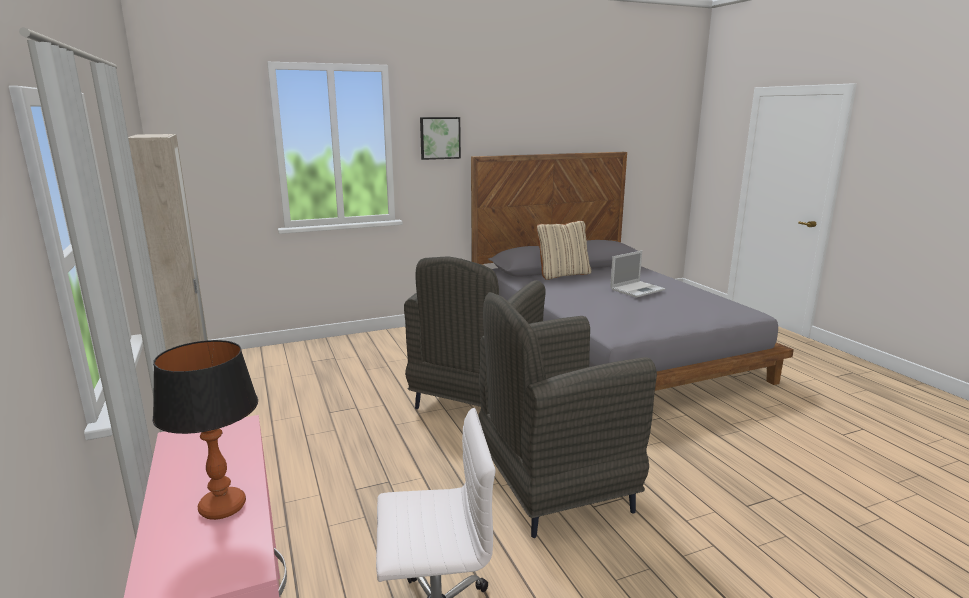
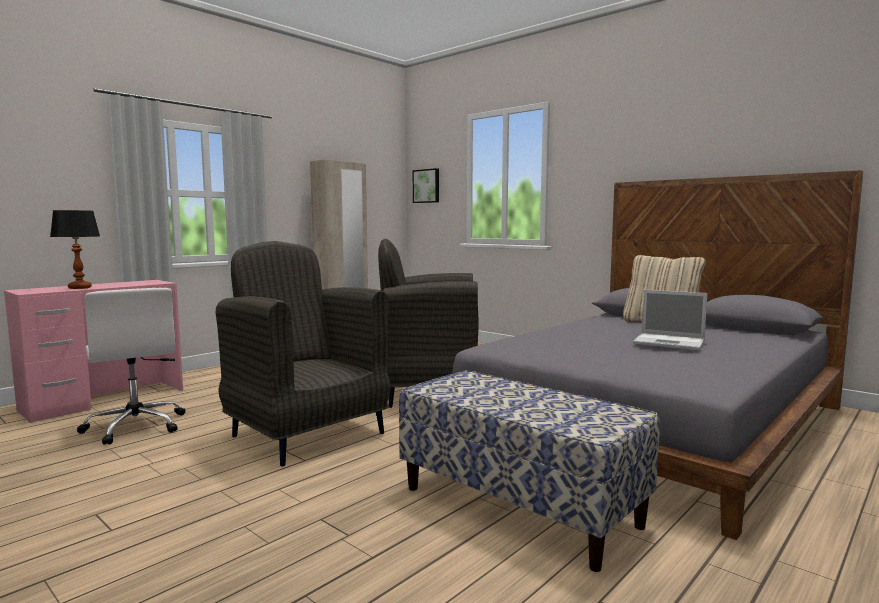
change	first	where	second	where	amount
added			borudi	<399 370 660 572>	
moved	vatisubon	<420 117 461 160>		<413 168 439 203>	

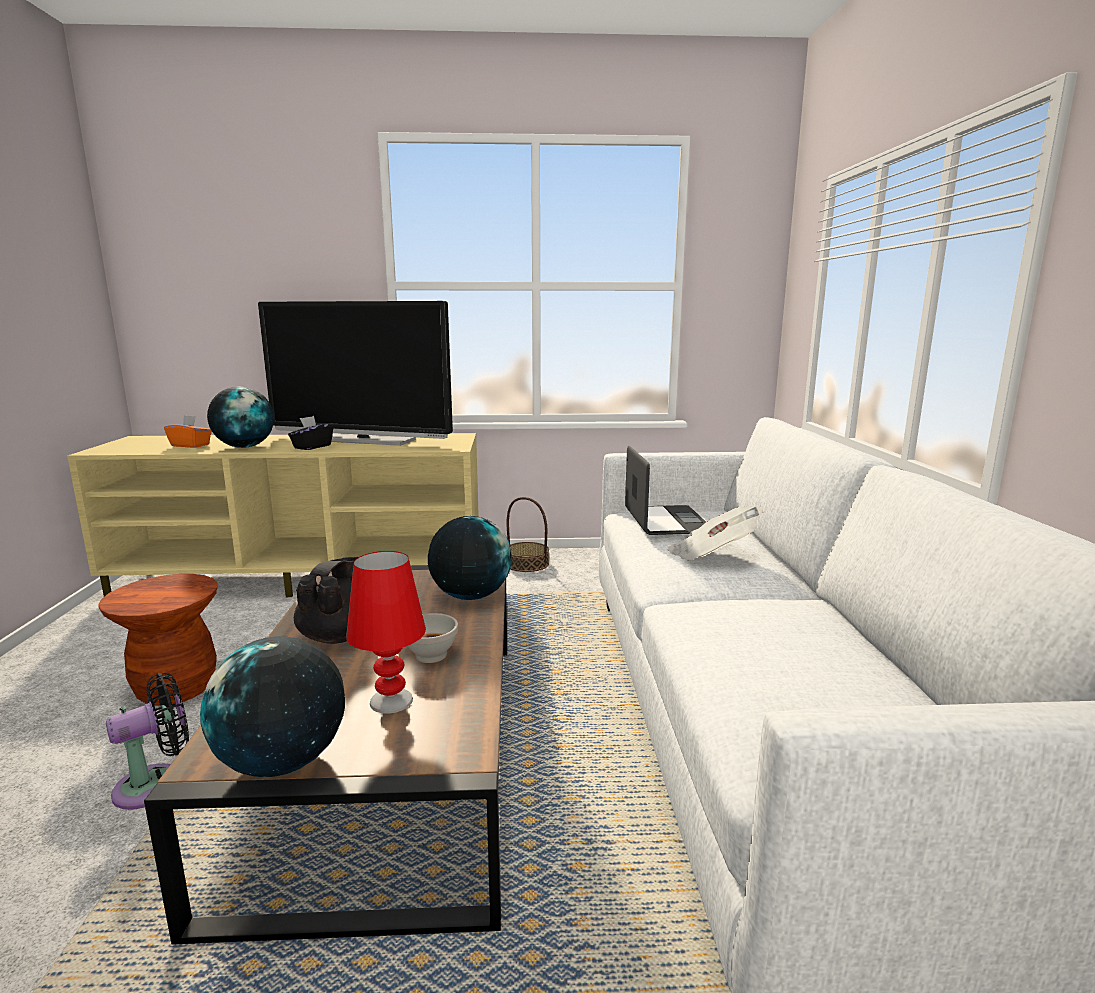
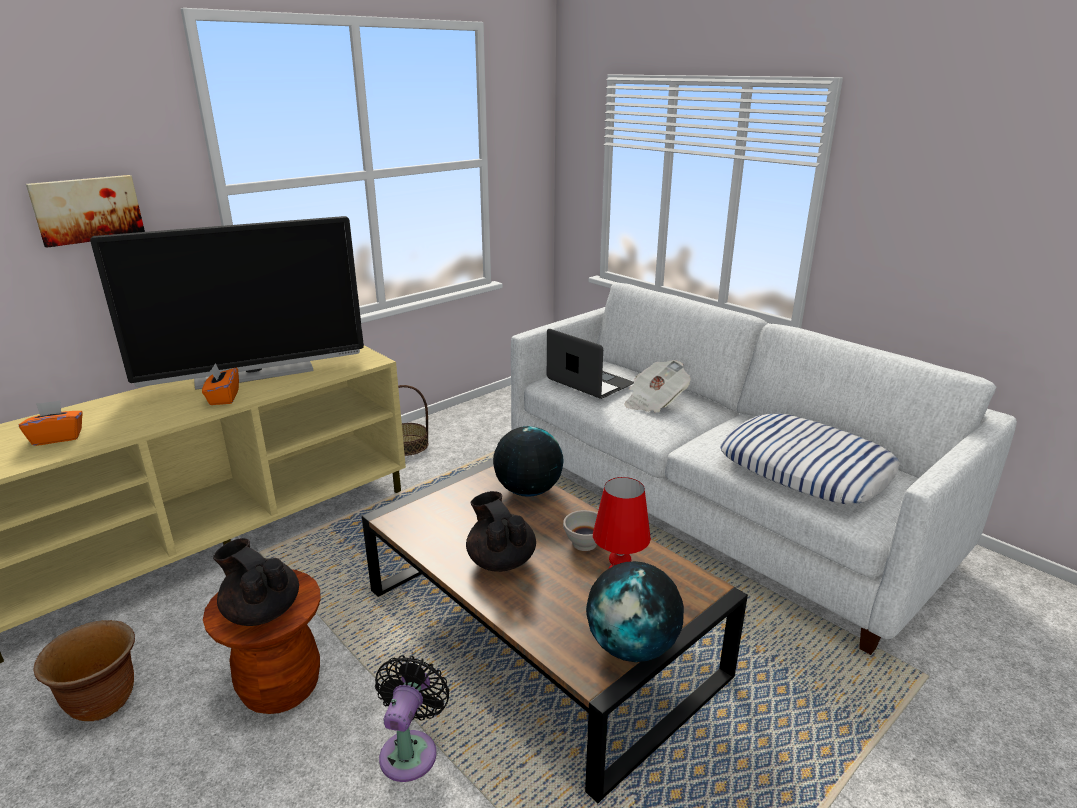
change	first	where	second	where	amount
removed	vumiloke	<207 386 274 448>			
added			vatisubon	<26 175 145 248>	
added			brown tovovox	<33 620 135 721>	
added			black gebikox	<213 538 299 626>	
added			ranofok	<720 413 900 504>	
recoloured	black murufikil	<288 416 333 450>	orange murufikil	<202 363 239 405>	

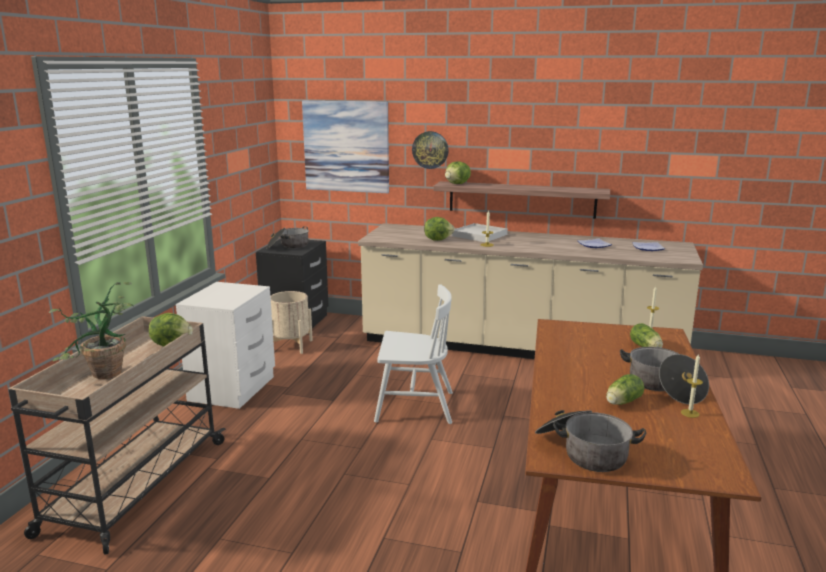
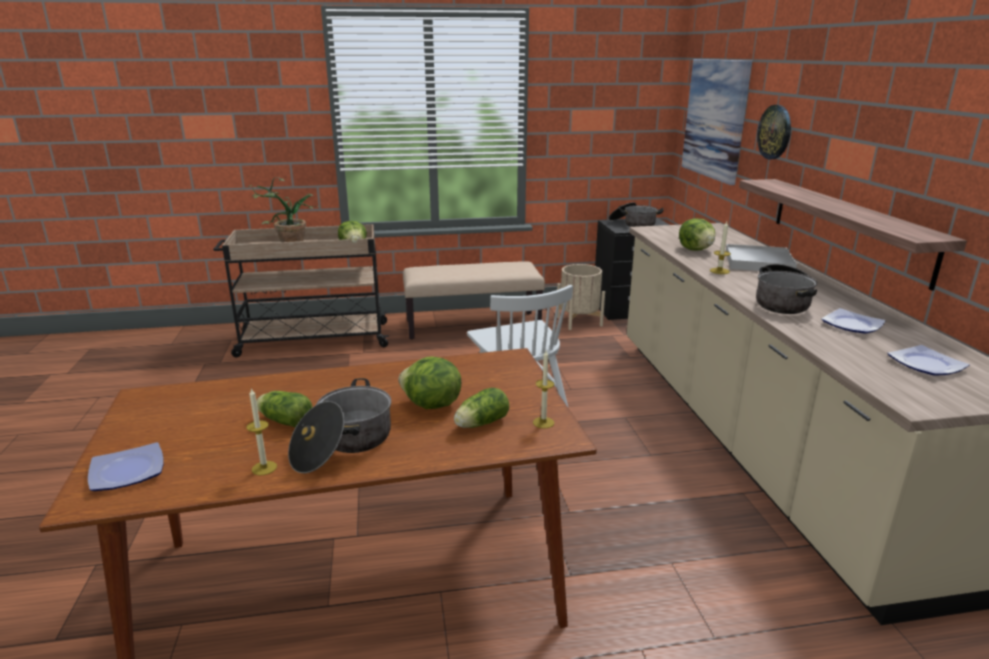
change	first	where	second	where	amount
added			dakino	<88 442 164 491>	
moved	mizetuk	<445 161 471 184>		<398 357 461 409>	
moved	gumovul	<535 410 646 472>		<756 264 817 314>	
replaced	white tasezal	<176 282 275 409>	beige borudi	<403 261 545 339>	

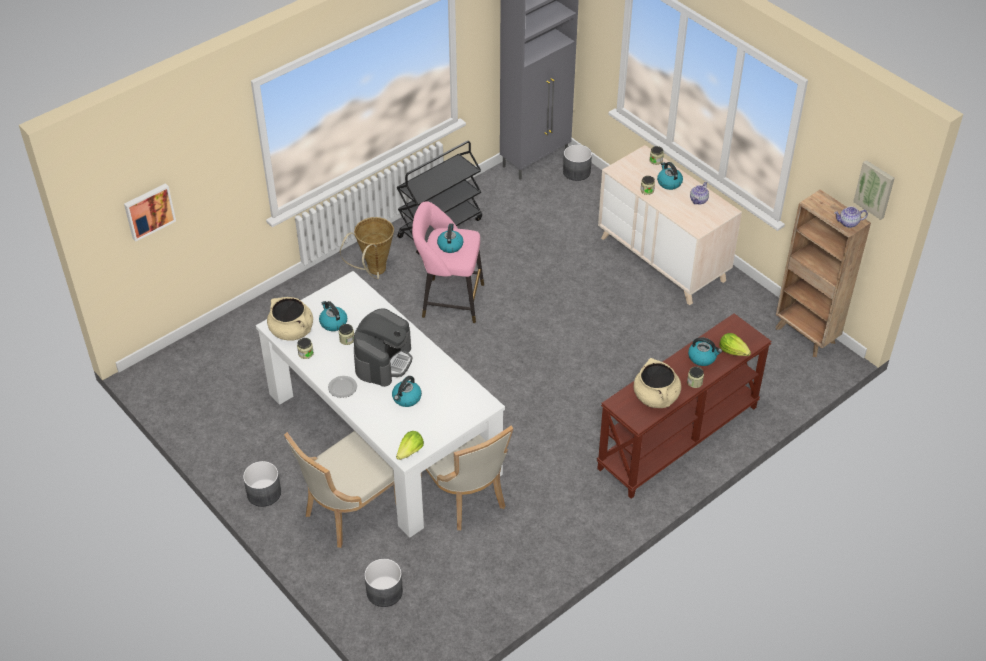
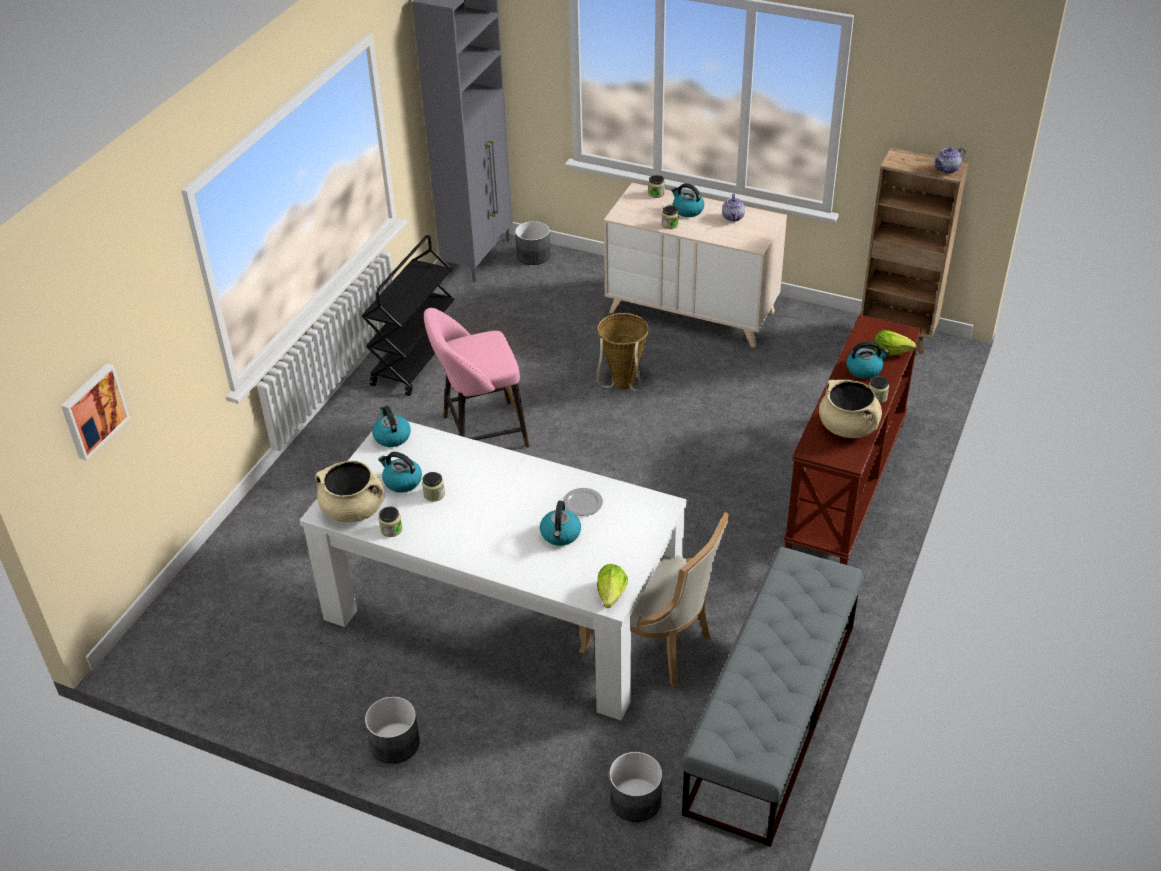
change	first	where	second	where	amount
removed	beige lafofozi	<284 431 396 548>			
removed	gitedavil	<354 308 412 387>			
removed	vatisubon	<853 160 895 220>			
added			grey borudi	<682 547 864 847>	
moved	dakino	<328 376 357 398>		<563 488 603 516>	
moved	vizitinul	<340 217 394 279>		<596 313 649 391>	
moved	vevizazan	<437 224 463 253>		<372 406 411 447>	

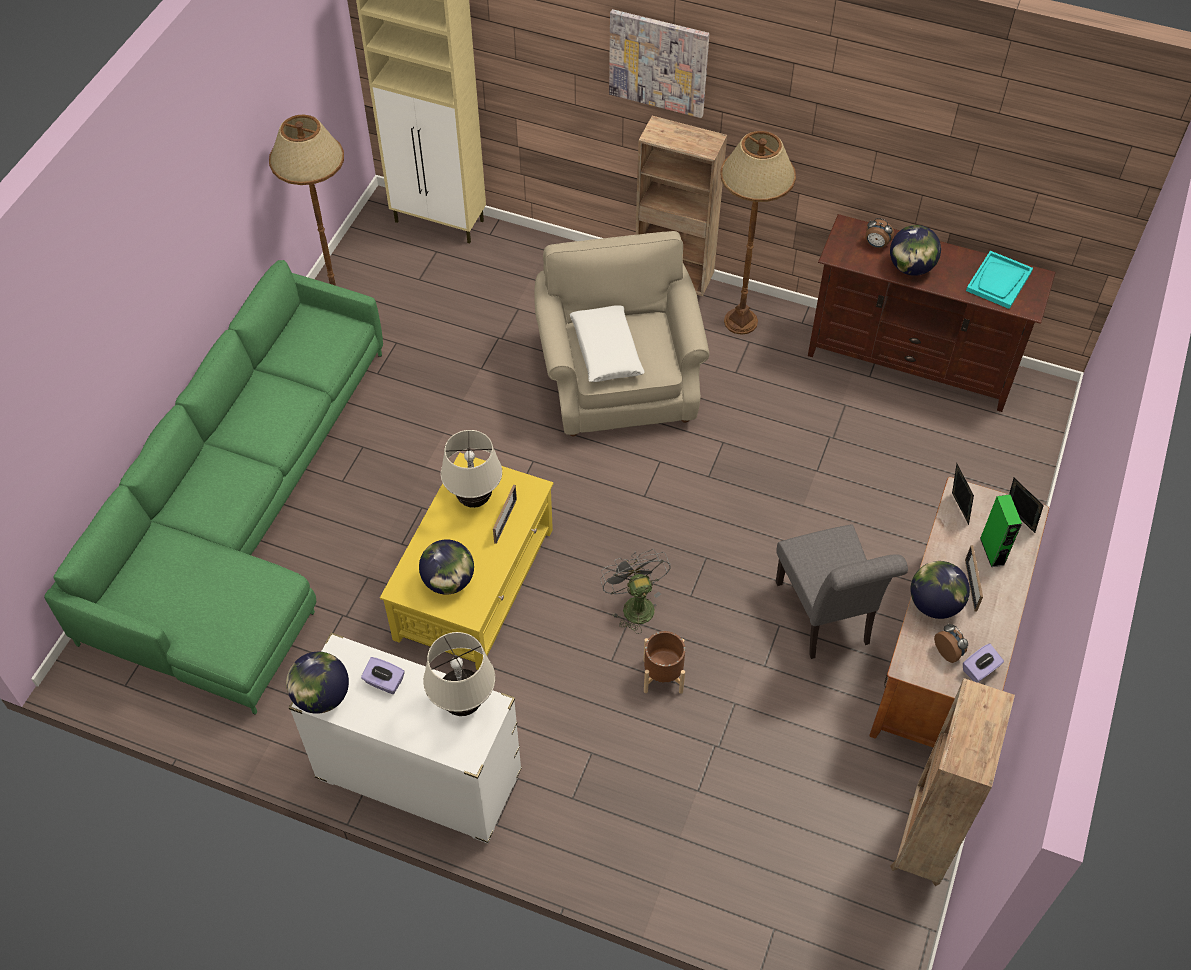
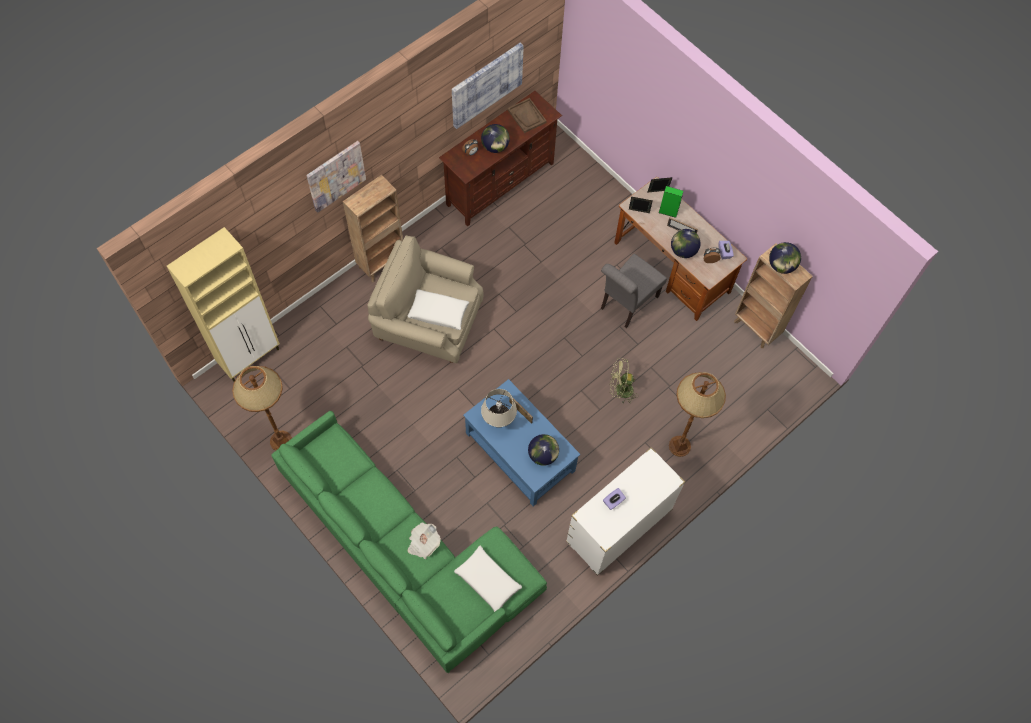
change	first	where	second	where	amount
removed	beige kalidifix	<423 632 495 716>			
removed	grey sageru	<600 549 671 634>			
added			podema	<408 522 441 559>	
added			vatisubon	<452 43 524 129>	
added			white ranofok	<454 546 522 612>	
moved	vumiloke	<286 652 349 714>		<769 242 801 274>	
moved	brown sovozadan	<720 131 796 335>		<669 372 726 457>	
replaced	brown tovovox	<643 631 685 694>	green sageru	<610 358 639 404>	
recoloured	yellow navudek	<380 452 553 670>	blue navudek	<463 379 580 507>	
recoloured	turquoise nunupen	<966 251 1033 309>	brown nunupen	<508 98 547 133>	
turned	grey lafofozi	<776 524 908 659>		<601 254 667 328>	120 degrees clockwise

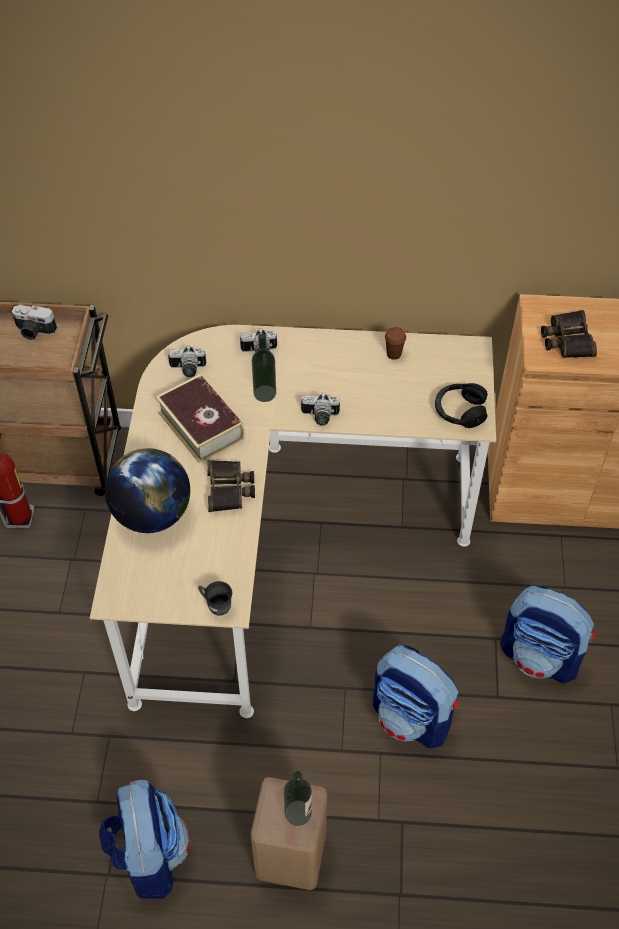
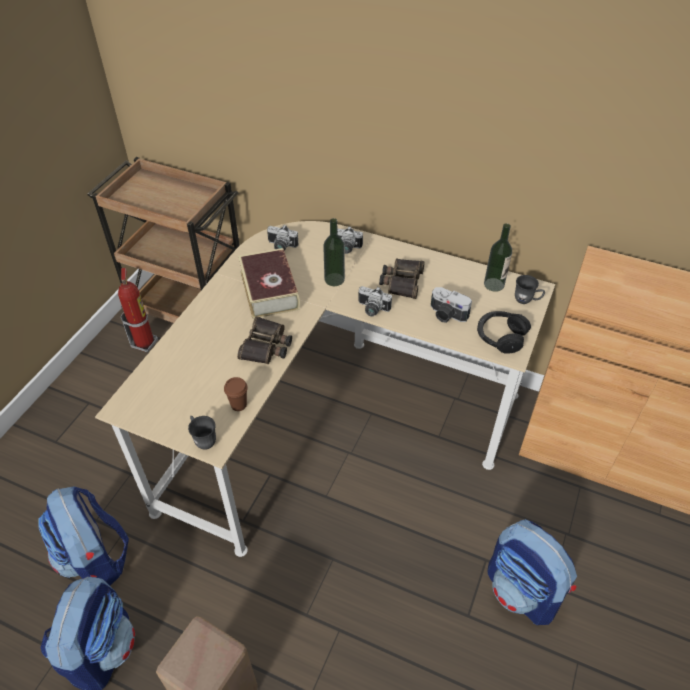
change	first	where	second	where	amount
removed	vumiloke	<105 448 190 533>			
added			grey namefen	<515 275 545 304>	
moved	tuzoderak	<11 305 57 340>		<431 287 472 323>	
moved	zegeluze	<284 771 312 826>		<484 223 512 292>	
moved	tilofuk	<373 645 459 749>		<38 486 129 585>	
moved	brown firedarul	<385 327 406 360>		<224 377 248 411>	
moved	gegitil	<541 310 597 358>		<379 258 425 299>	

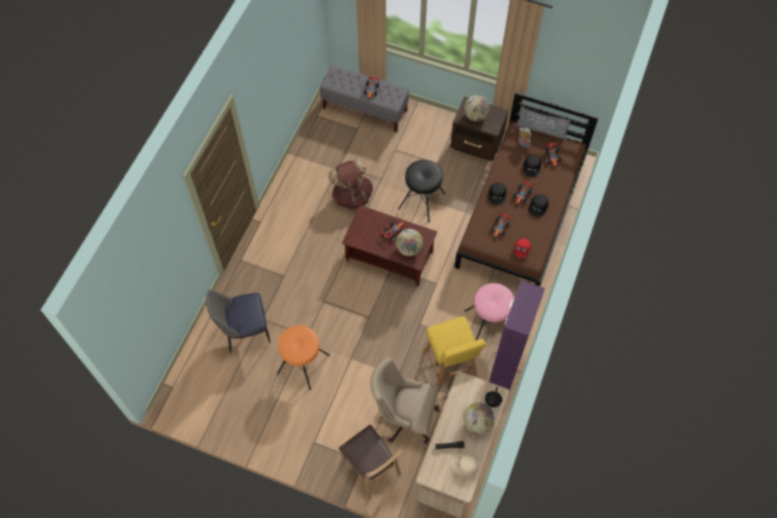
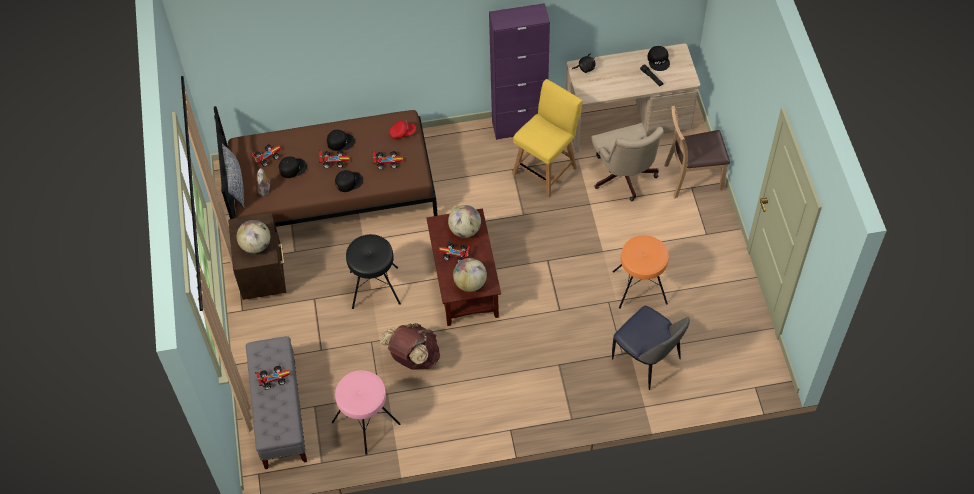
change	first	where	second	where	amount
moved	vumiloke	<463 403 495 434>		<453 258 487 292>	
moved	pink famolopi	<465 283 514 340>		<332 370 400 455>	
recoloured	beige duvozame	<451 453 479 477>	black duvozame	<648 46 670 71>	
turned	brown lafofozi	<339 425 402 499>		<664 106 730 199>	120 degrees counterclockwise

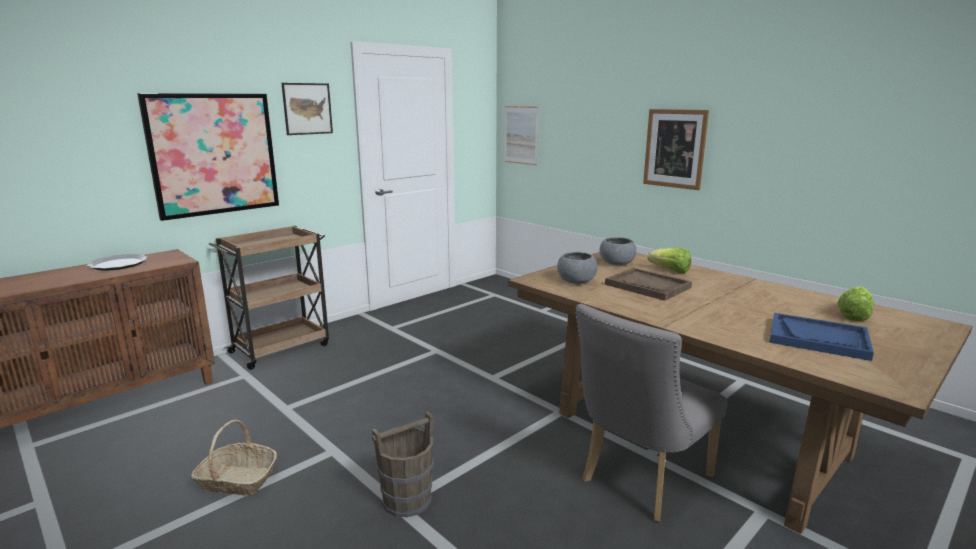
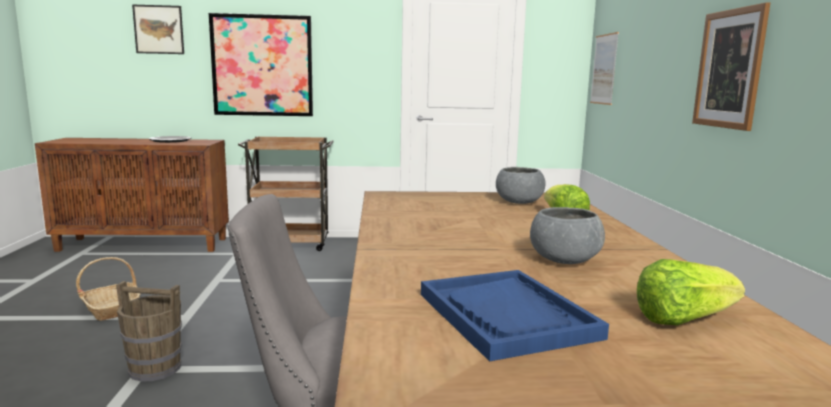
change	first	where	second	where	amount
removed	brown nunupen	<605 268 692 301>			
moved	vatisubon	<281 83 333 135>		<132 5 184 54>	
moved	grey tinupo	<557 252 598 284>		<530 207 605 264>	

